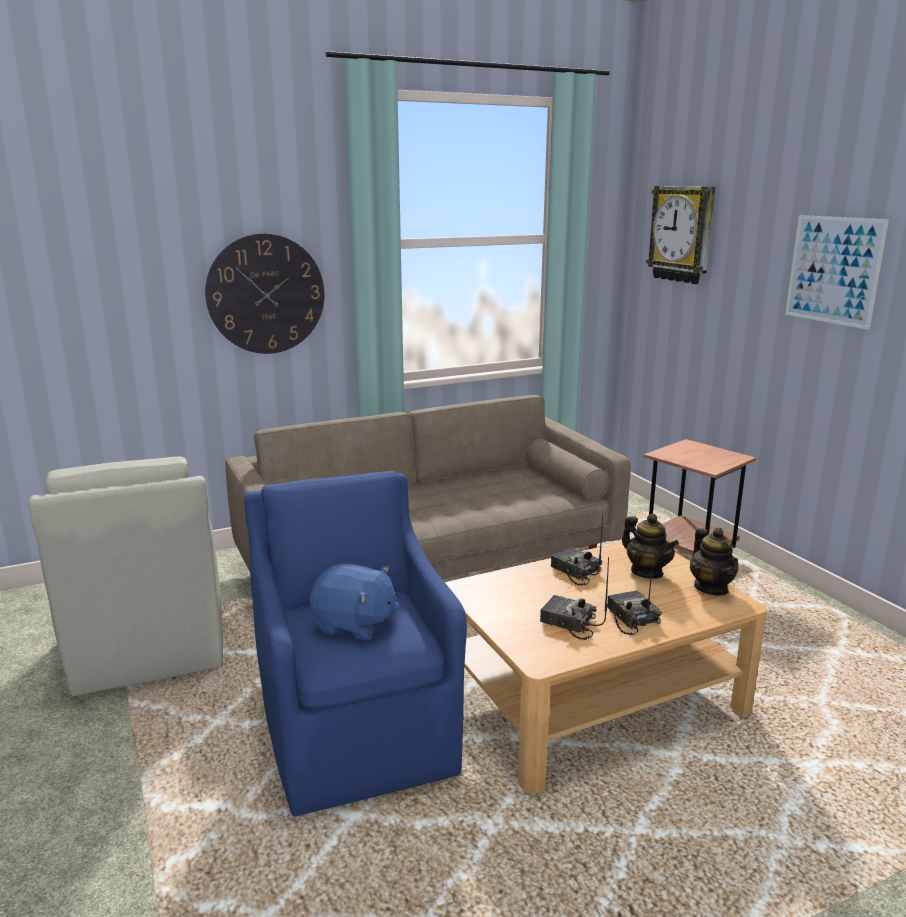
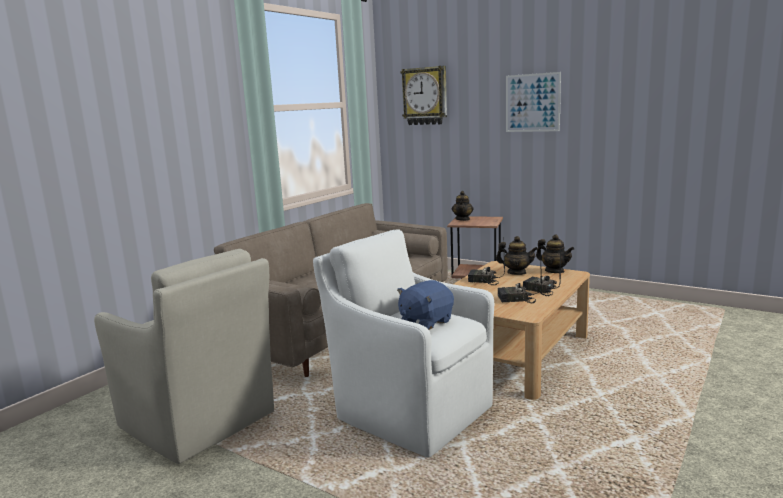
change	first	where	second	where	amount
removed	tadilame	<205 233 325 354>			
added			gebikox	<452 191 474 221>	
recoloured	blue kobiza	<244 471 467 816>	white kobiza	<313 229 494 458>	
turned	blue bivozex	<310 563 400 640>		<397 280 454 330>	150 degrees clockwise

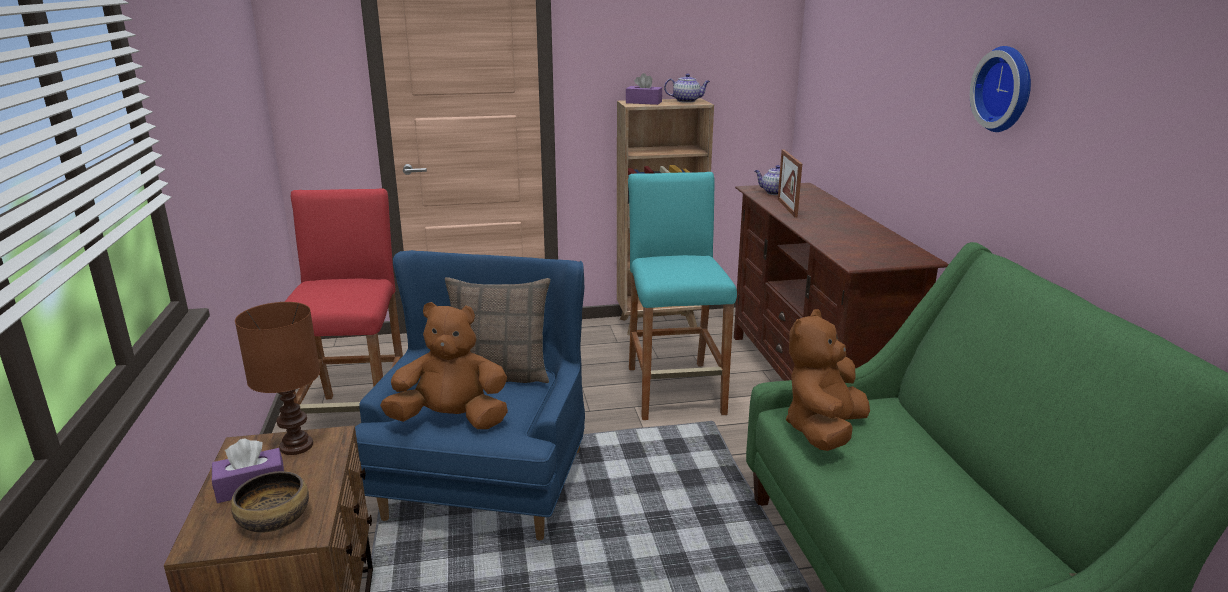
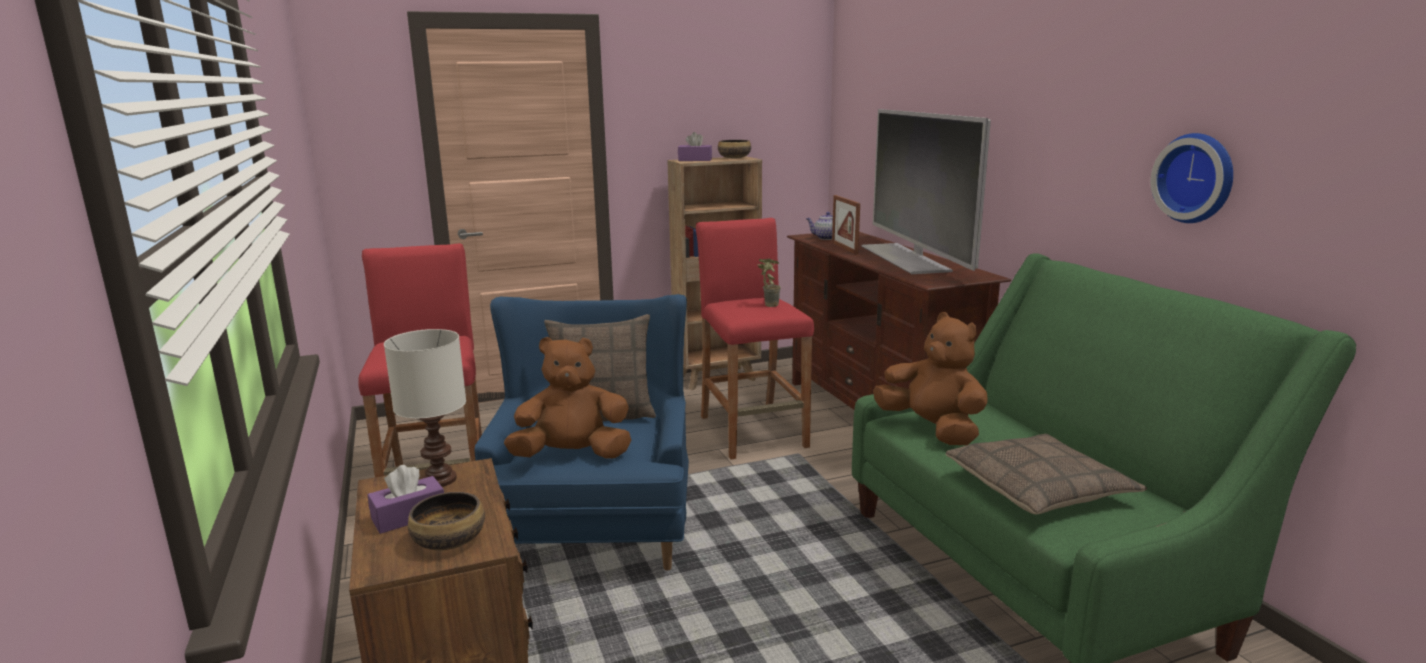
change	first	where	second	where	amount
added			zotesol	<757 259 781 307>	
added			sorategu	<862 109 991 274>	
added			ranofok	<946 434 1147 515>	
moved	tadilame	<970 46 1031 132>		<1151 133 1233 223>	
replaced	gebikox	<664 73 710 103>	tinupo	<718 140 751 158>	
recoloured	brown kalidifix	<235 302 320 455>	white kalidifix	<384 329 466 487>	
recoloured	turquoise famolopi	<628 172 737 420>	red famolopi	<696 218 814 459>	
turned	brown bivozex	<786 309 870 451>		<873 312 988 445>	120 degrees clockwise

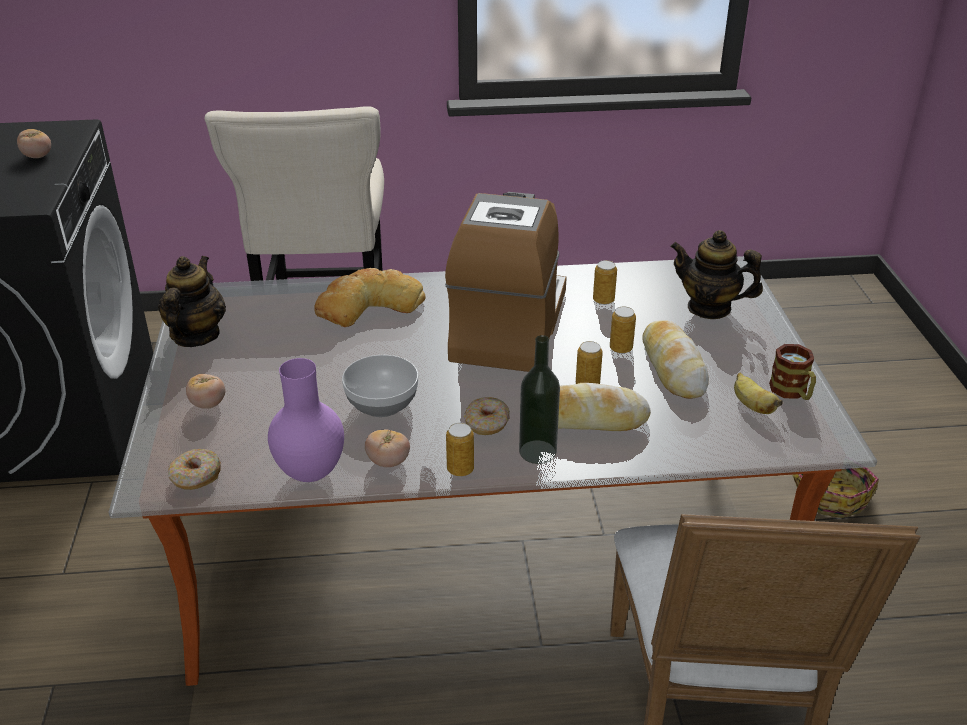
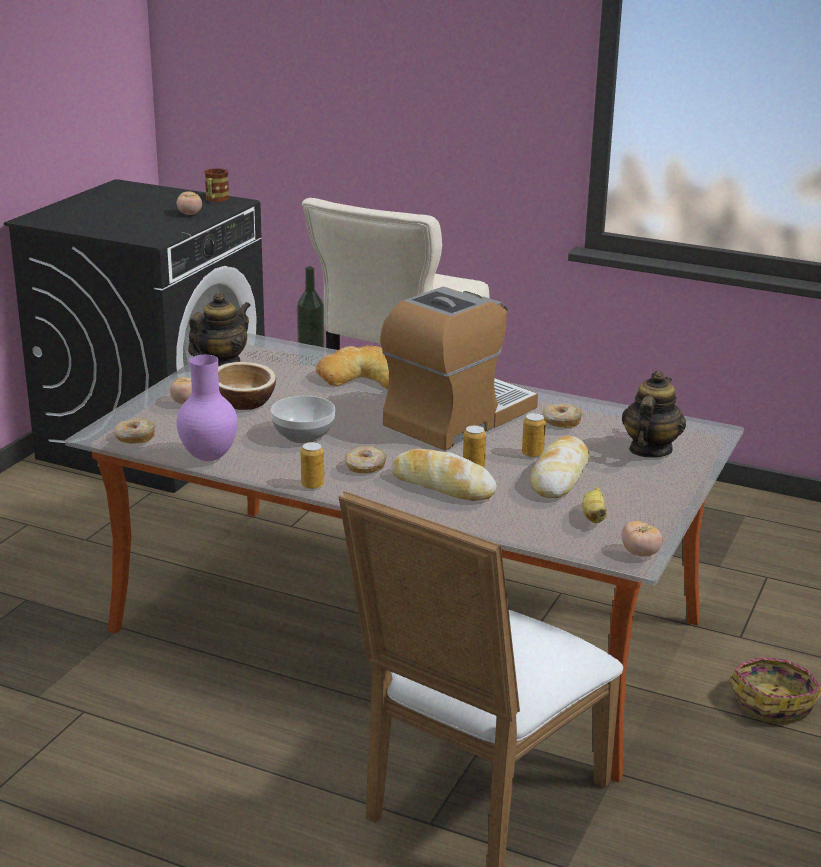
change	first	where	second	where	amount
added			tinupo	<218 362 276 410>	
moved	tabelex	<365 430 410 467>		<622 521 663 557>	
moved	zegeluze	<519 335 560 464>		<297 266 325 366>	
moved	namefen	<769 344 816 400>		<204 168 229 202>	
replaced	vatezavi	<593 260 617 305>	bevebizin	<542 403 582 428>	
turned	gebikox	<670 230 763 319>		<622 370 686 458>	60 degrees clockwise

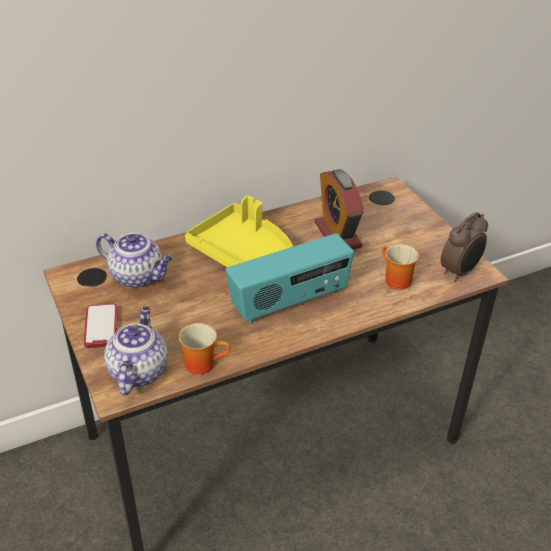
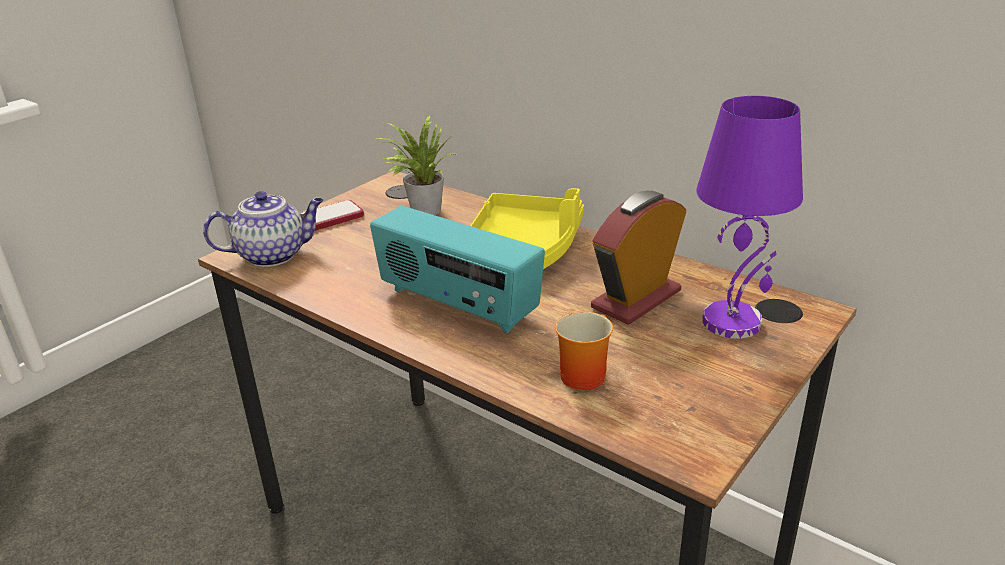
change	first	where	second	where	amount
removed	namefen	<179 323 231 375>			
removed	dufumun	<441 212 488 282>			
added			purple kalidifix	<696 96 803 338>	
replaced	gebikox	<96 233 173 288>	zotesol	<376 115 458 215>	

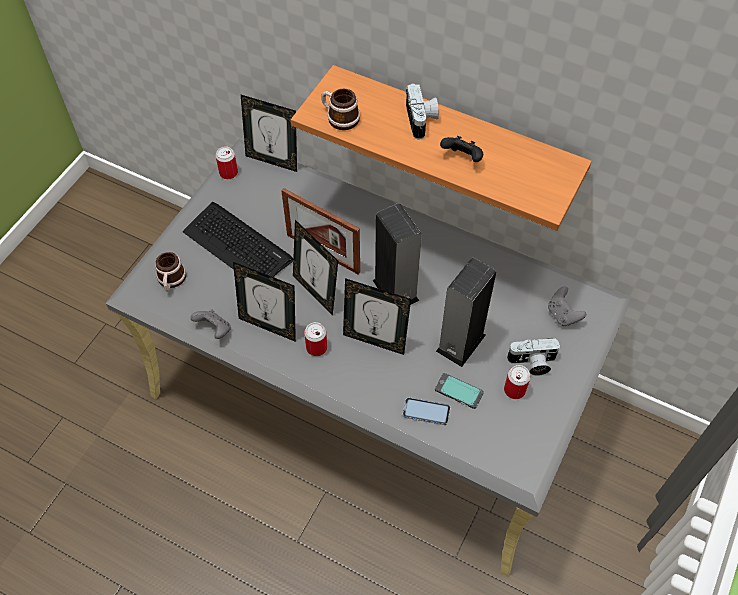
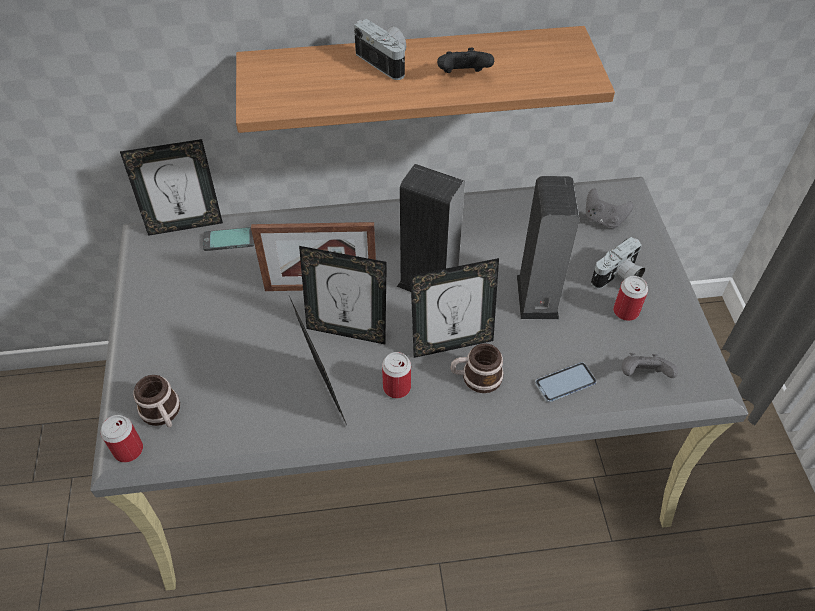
change	first	where	second	where	amount
removed	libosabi	<183 202 293 277>			
moved	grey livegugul	<191 309 231 339>		<622 353 678 378>	
moved	vatezavi	<216 146 238 179>		<101 415 143 463>	
moved	namefen	<322 89 360 130>		<450 343 504 393>	
moved	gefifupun	<435 373 484 409>		<203 227 254 251>	
turned	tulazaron	<233 262 296 342>		<289 296 347 425>	105 degrees counterclockwise

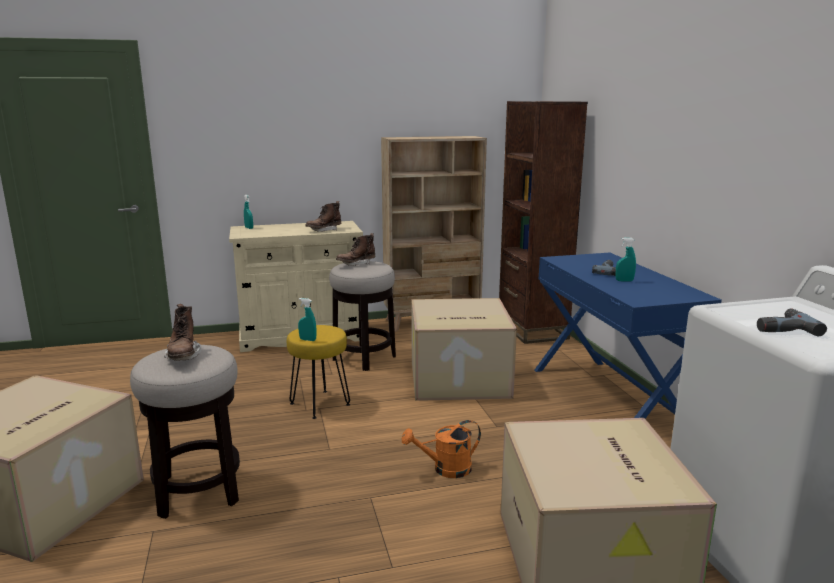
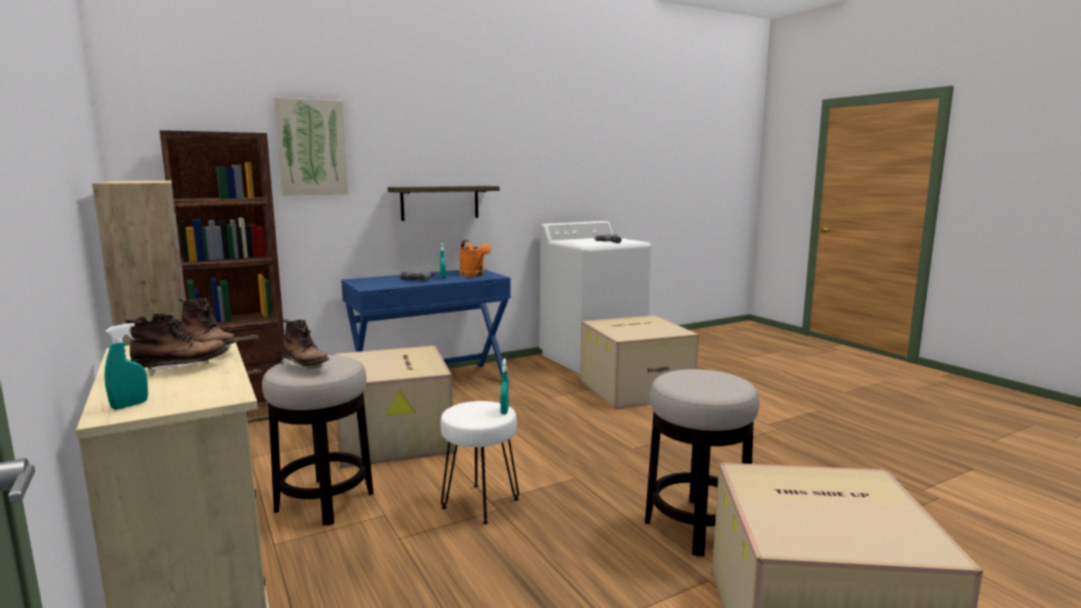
change	first	where	second	where	amount
added			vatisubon	<274 97 348 196>	
added			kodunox	<388 186 500 221>	
moved	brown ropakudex	<164 304 202 361>		<125 313 228 377>	
moved	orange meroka	<402 420 481 478>		<459 240 491 277>	
recoloured	yellow famolopi	<287 325 350 419>	white famolopi	<440 401 519 525>	

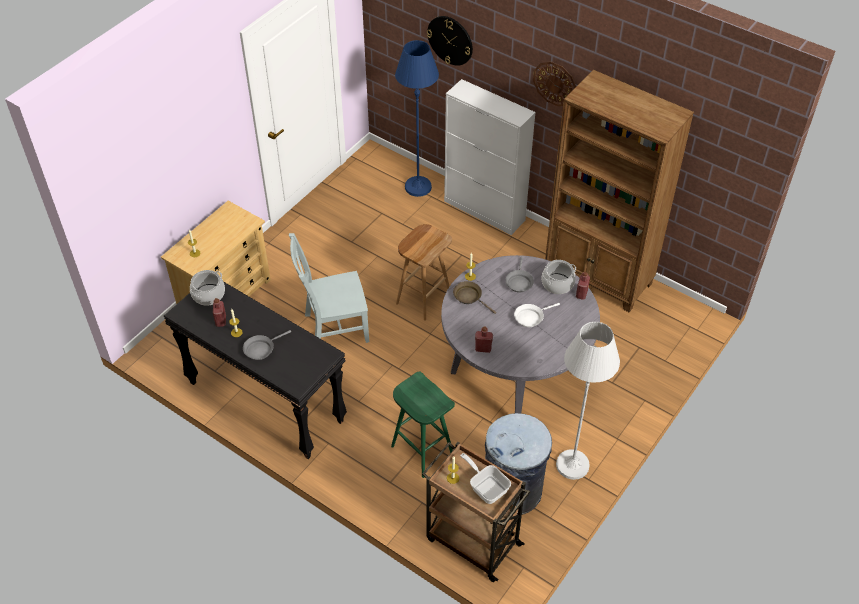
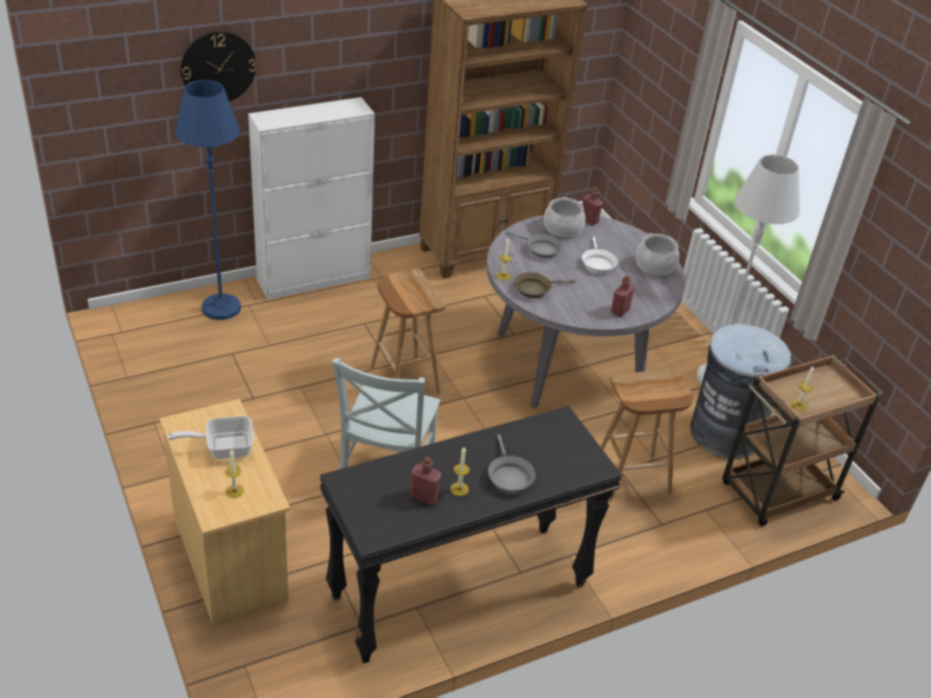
change	first	where	second	where	amount
removed	tadilame	<533 62 576 106>			
moved	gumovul	<190 270 225 306>		<636 233 679 276>	
moved	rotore	<460 453 511 504>		<167 416 254 459>	
recoloured	green famolopi	<391 371 455 478>	brown famolopi	<600 369 693 502>	

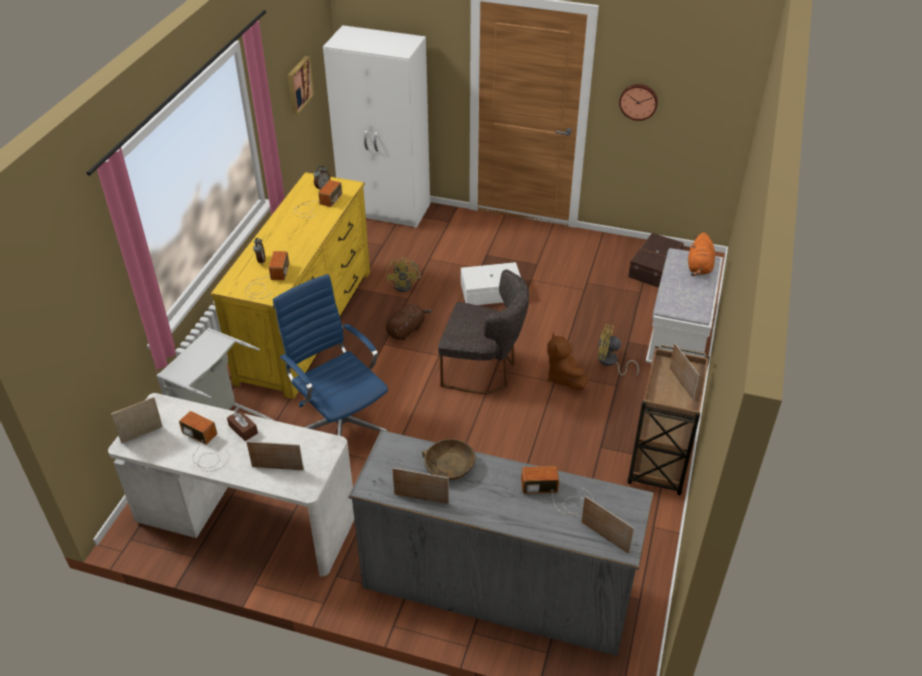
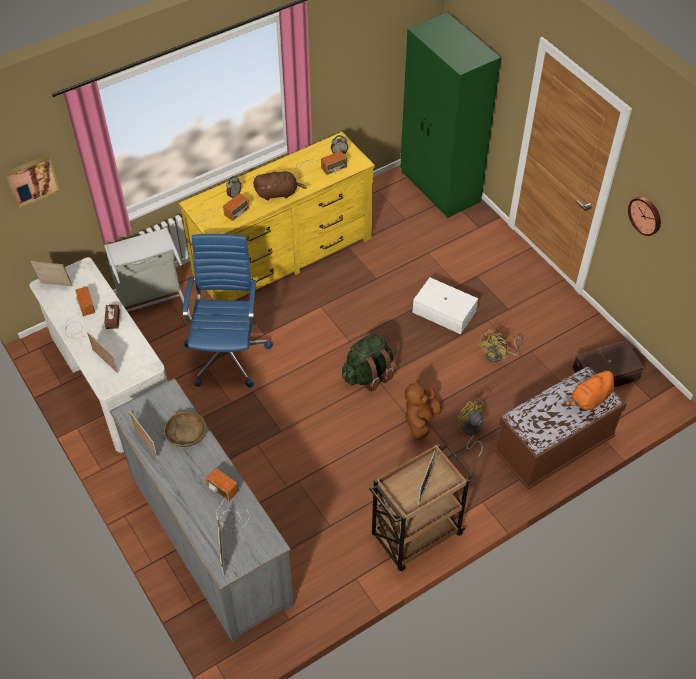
change	first	where	second	where	amount
moved	vatisubon	<288 56 314 115>		<5 155 60 209>	
moved	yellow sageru	<386 257 421 292>		<478 330 523 362>	
moved	brown bivozex	<386 304 432 340>		<253 171 307 200>	
replaced	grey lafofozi	<438 269 529 394>	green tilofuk	<342 334 393 392>	
recoloured	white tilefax	<323 25 430 228>	green tilefax	<400 12 501 218>	
recoloured	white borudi	<646 248 723 364>	brown borudi	<494 366 627 489>	

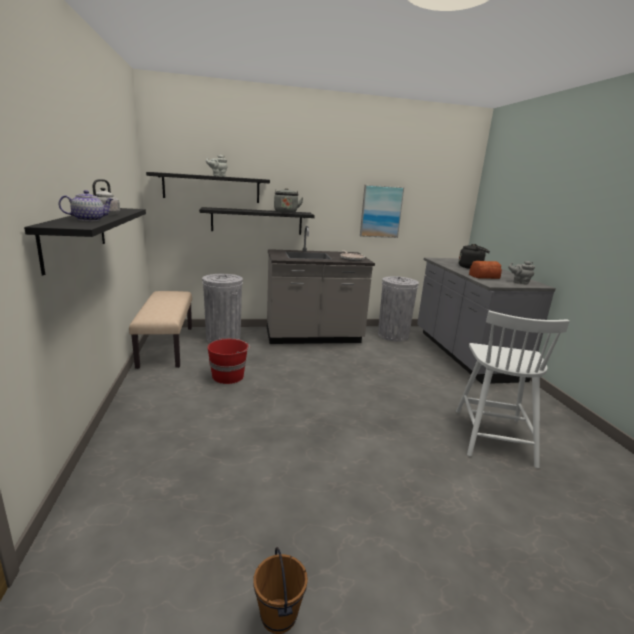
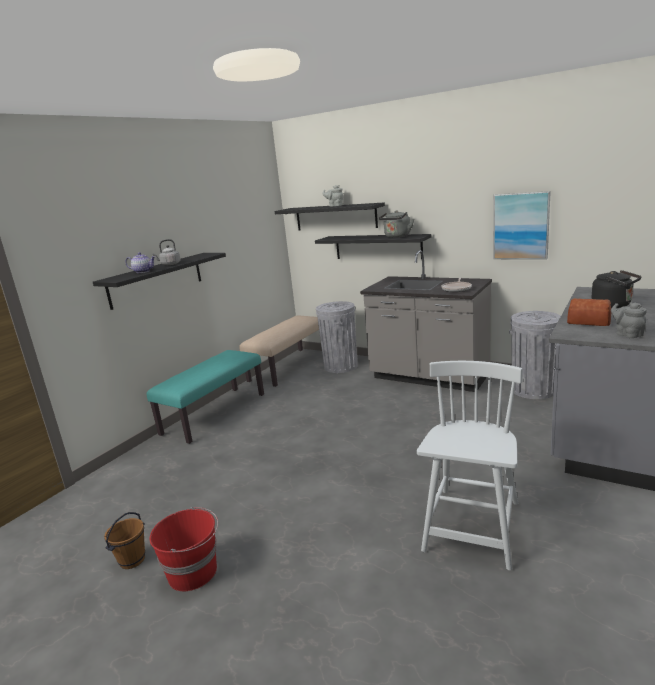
change	first	where	second	where	amount
added			turquoise borudi	<147 350 264 444>	
moved	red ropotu	<207 338 250 384>		<150 507 218 591>	
turned	white lafofozi	<456 311 570 468>		<417 361 523 570>	150 degrees clockwise

